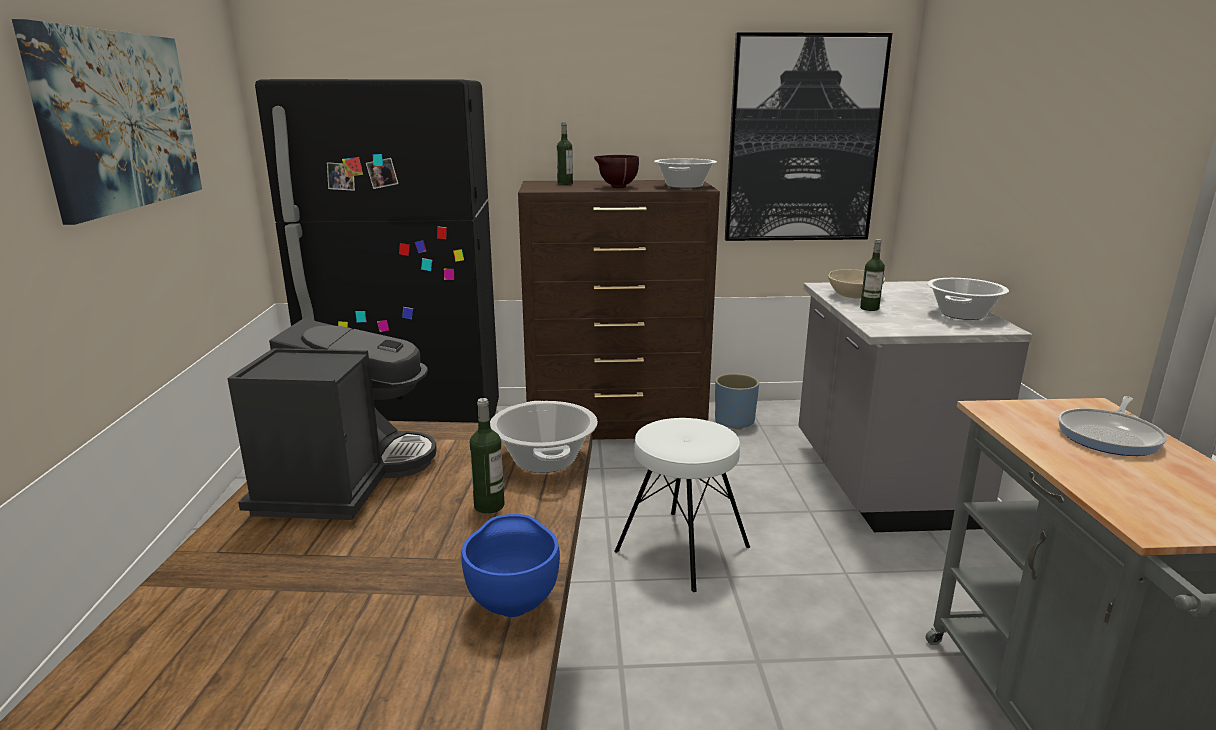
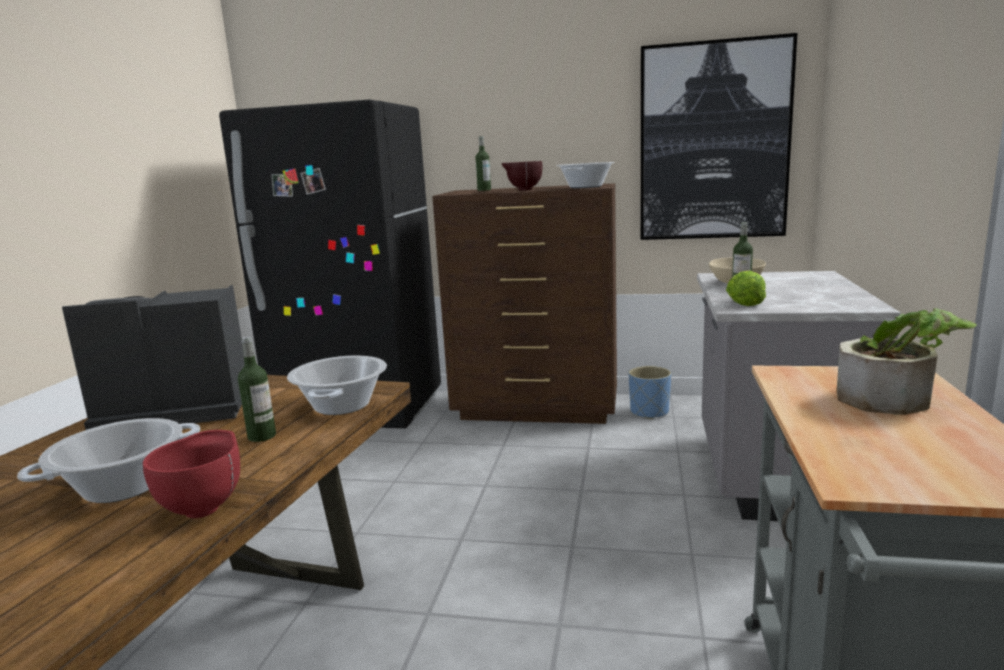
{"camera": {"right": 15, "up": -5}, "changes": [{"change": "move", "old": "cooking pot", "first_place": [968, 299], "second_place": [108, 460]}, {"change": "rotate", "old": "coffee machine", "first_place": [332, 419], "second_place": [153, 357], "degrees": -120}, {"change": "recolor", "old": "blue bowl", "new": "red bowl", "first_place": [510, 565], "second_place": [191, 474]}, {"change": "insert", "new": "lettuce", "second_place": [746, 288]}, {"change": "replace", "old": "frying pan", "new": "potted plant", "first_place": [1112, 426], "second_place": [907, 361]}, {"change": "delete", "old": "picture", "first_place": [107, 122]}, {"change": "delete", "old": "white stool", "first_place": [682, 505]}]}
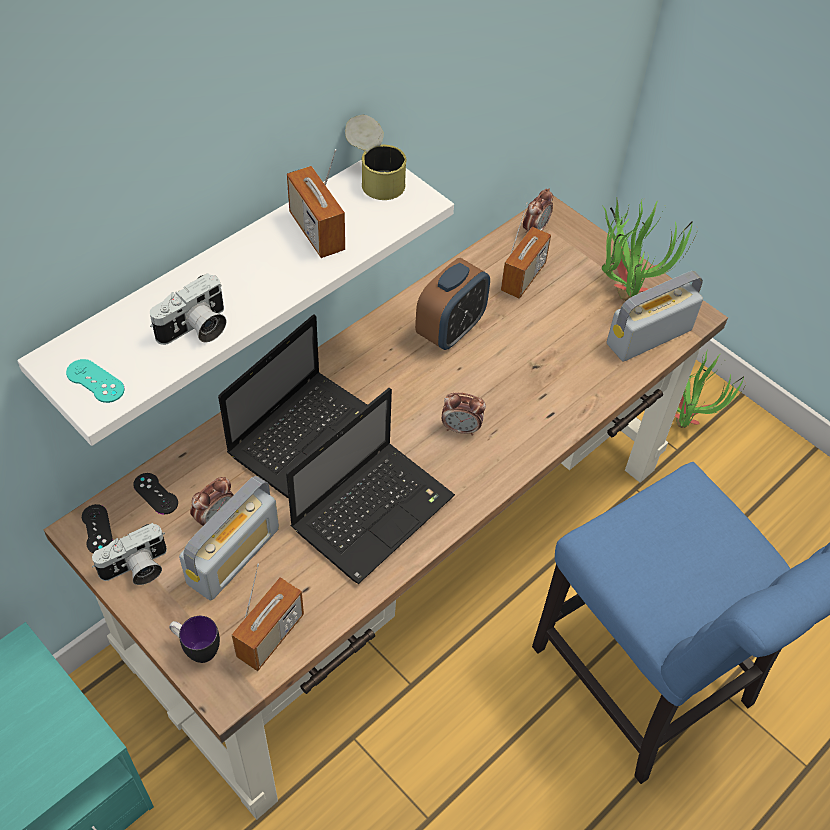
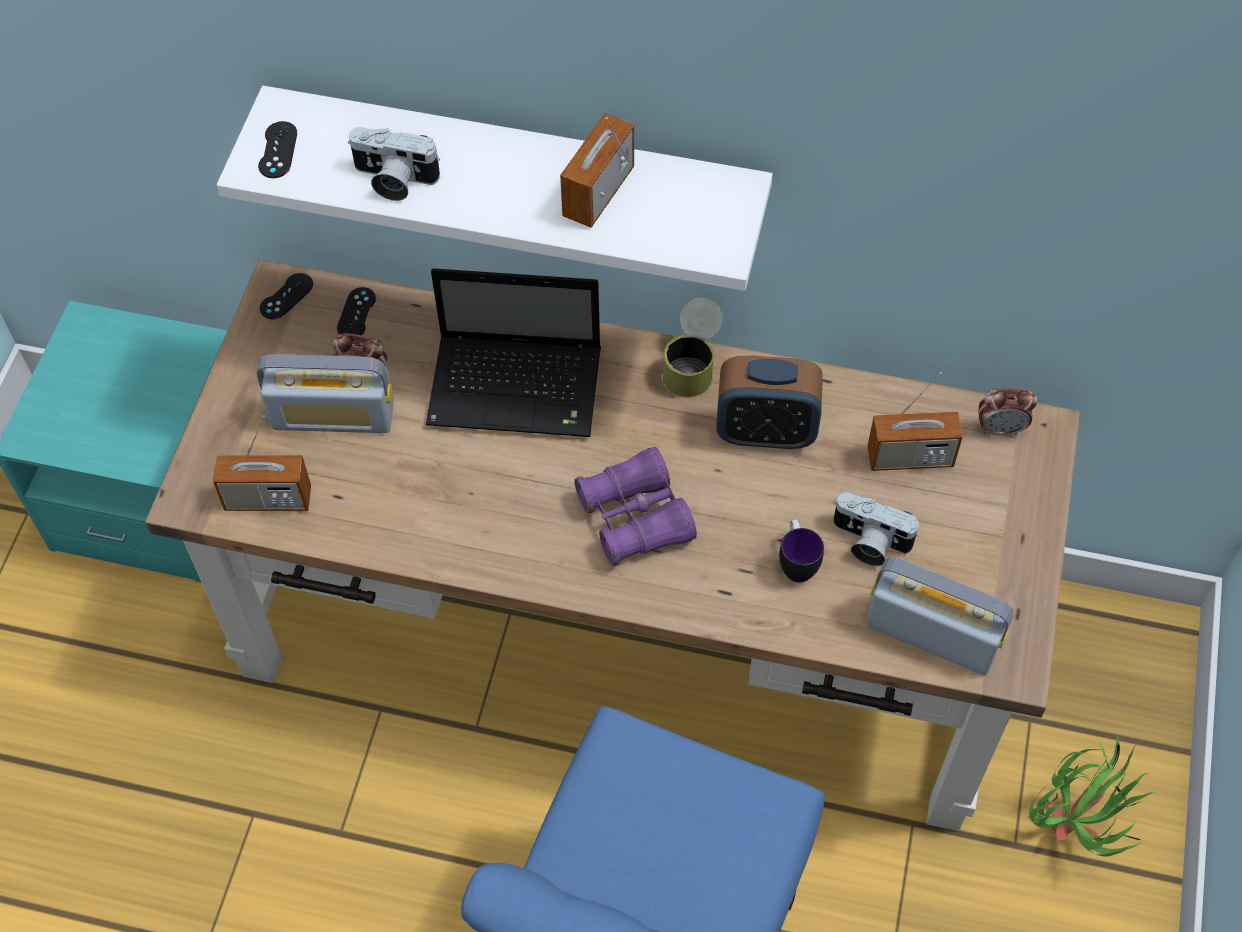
{"camera": {"right": 60, "up": 5}, "changes": [{"change": "recolor", "old": "turquoise game controller", "new": "black game controller", "first_place": [95, 381], "second_place": [277, 149]}, {"change": "replace", "old": "alarm clock", "new": "purple binoculars", "first_place": [464, 414], "second_place": [635, 506]}, {"change": "move", "old": "can", "first_place": [376, 157], "second_place": [693, 347]}, {"change": "move", "old": "mug", "first_place": [194, 639], "second_place": [801, 550]}, {"change": "move", "old": "photo camera", "first_place": [129, 554], "second_place": [876, 529]}, {"change": "delete", "old": "laptop", "first_place": [370, 486]}, {"change": "delete", "old": "potted plant", "first_place": [650, 249]}]}
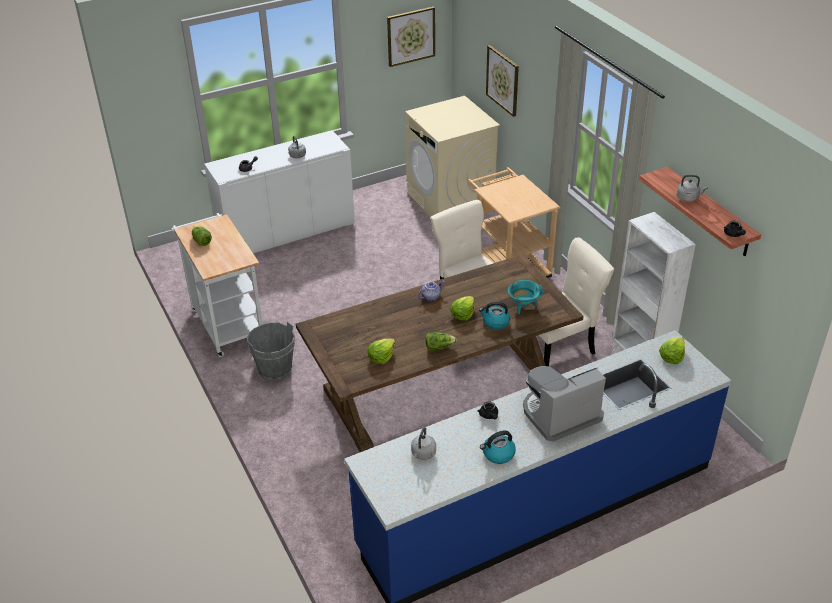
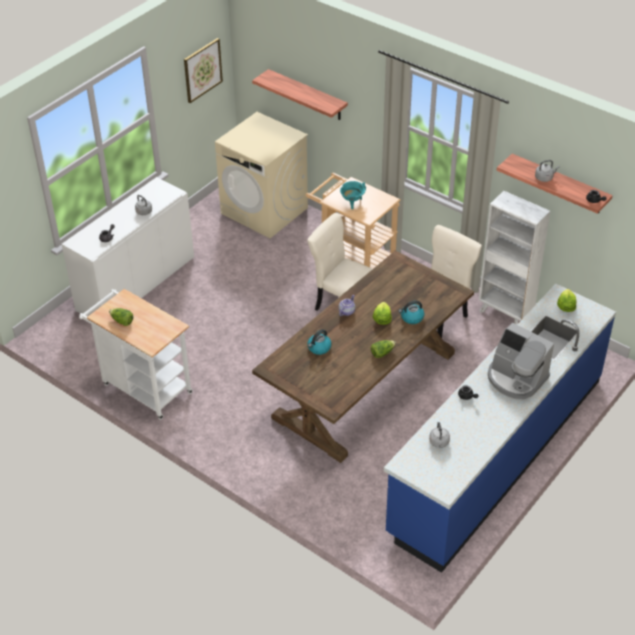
{"camera": {"right": -25, "up": 5}, "changes": [{"change": "replace", "old": "picture", "new": "shelf", "first_place": [502, 81], "second_place": [300, 94]}, {"change": "move", "old": "kettle", "first_place": [498, 447], "second_place": [319, 342]}, {"change": "move", "old": "turquoise cooking pot", "first_place": [525, 297], "second_place": [353, 195]}, {"change": "rotate", "old": "coffee machine", "first_place": [564, 404], "second_place": [521, 361], "degrees": -90}, {"change": "delete", "old": "grey bucket", "first_place": [271, 351]}, {"change": "delete", "old": "lettuce", "first_place": [381, 351]}]}
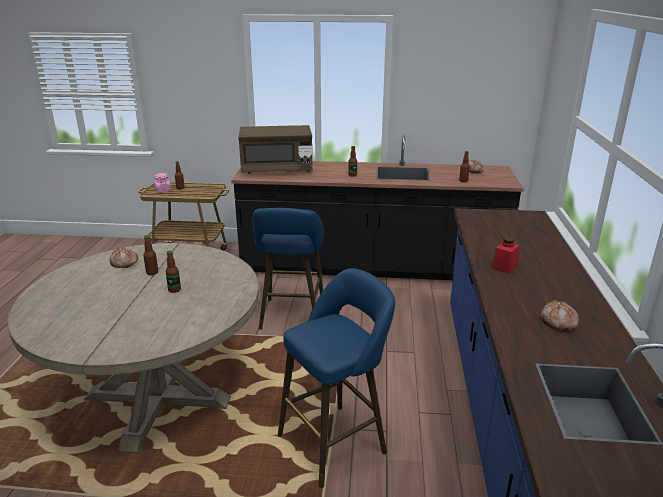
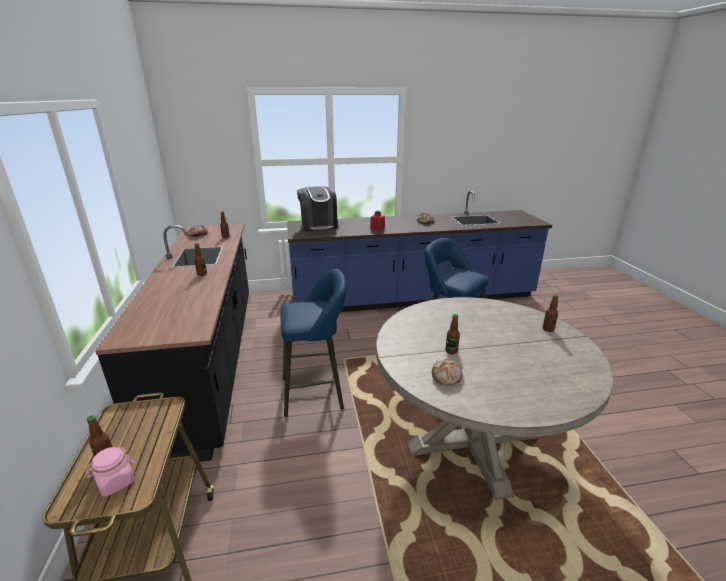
{"camera": {"right": -105, "up": 0}, "changes": [{"change": "insert", "new": "coffee machine", "second_place": [317, 209]}, {"change": "move", "old": "bottle", "first_place": [173, 271], "second_place": [551, 313]}, {"change": "delete", "old": "brown microwave", "first_place": [275, 149]}]}
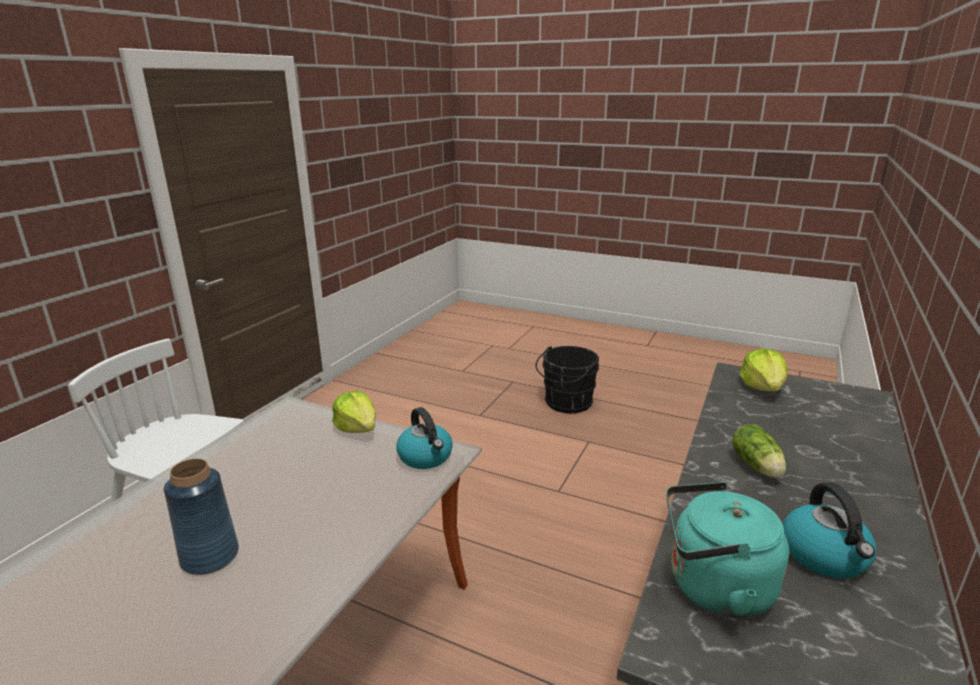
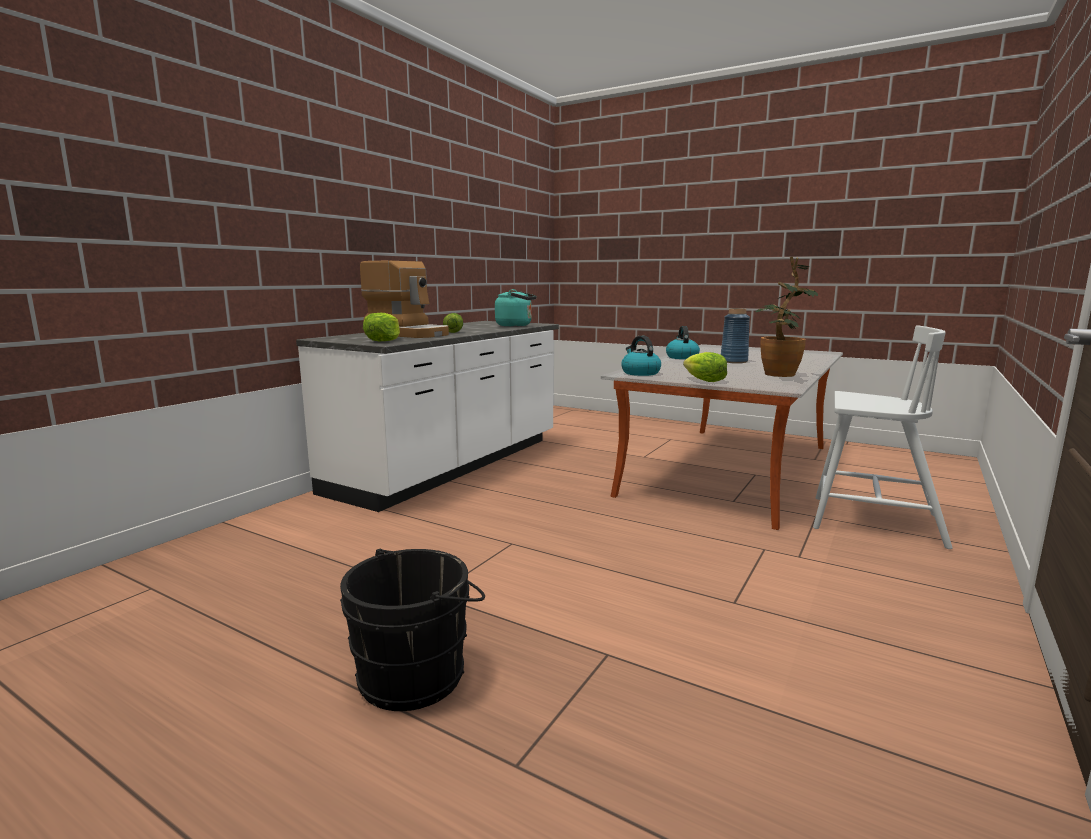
{"camera": {"right": -175, "up": -10}, "changes": [{"change": "insert", "new": "coffee machine", "second_place": [404, 299]}, {"change": "move", "old": "kettle", "first_place": [830, 530], "second_place": [683, 342]}, {"change": "insert", "new": "potted plant", "second_place": [787, 317]}]}
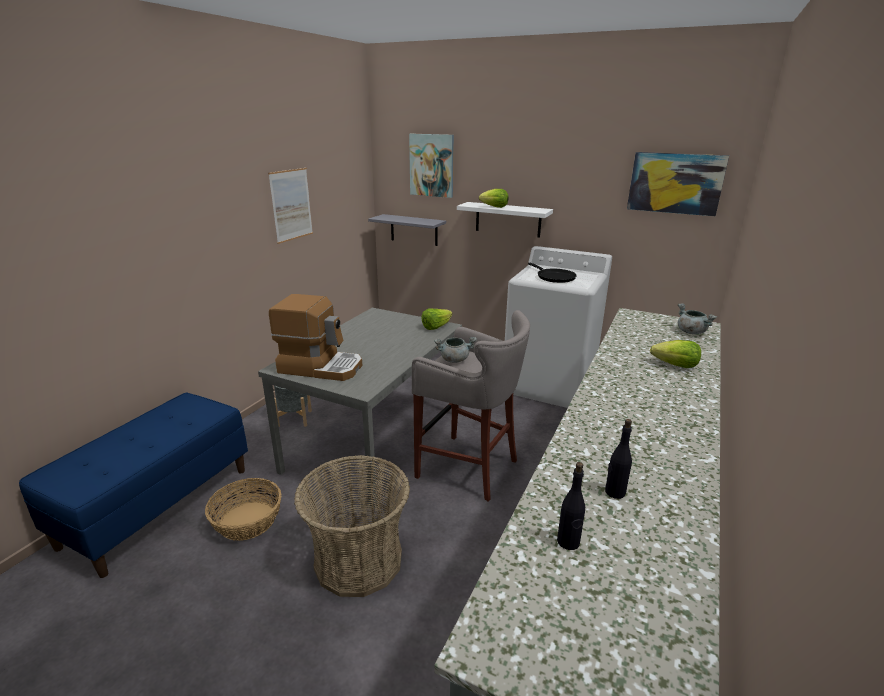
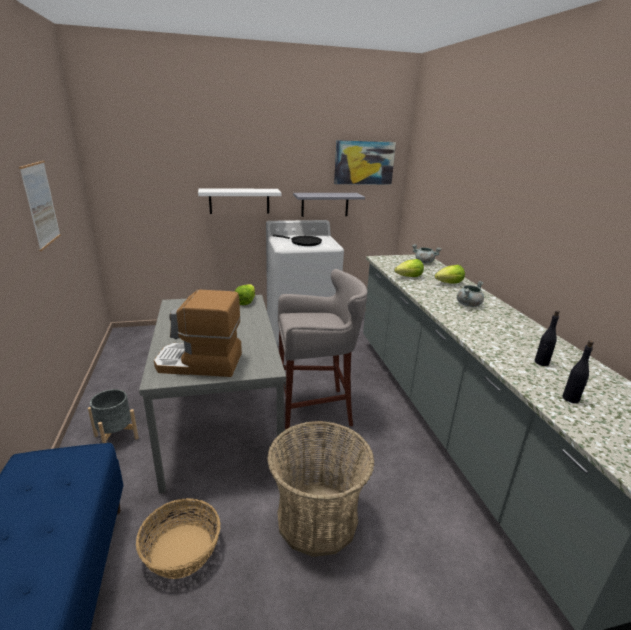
{"camera": {"right": -40, "up": 0}, "changes": [{"change": "rotate", "old": "coffee machine", "first_place": [315, 337], "second_place": [198, 333], "degrees": -150}, {"change": "move", "old": "grey shelf", "first_place": [407, 230], "second_place": [329, 205]}, {"change": "move", "old": "lettuce", "first_place": [494, 198], "second_place": [409, 268]}, {"change": "move", "old": "grey cooking pot", "first_place": [455, 350], "second_place": [470, 294]}, {"change": "delete", "old": "picture", "first_place": [431, 166]}]}
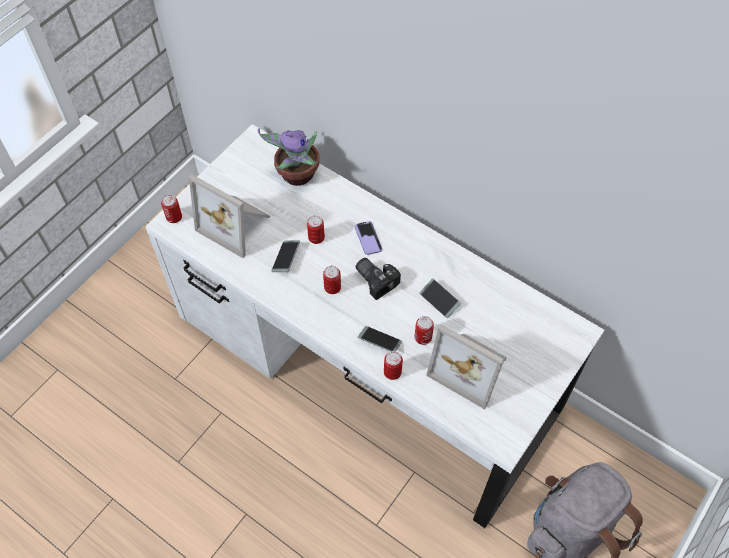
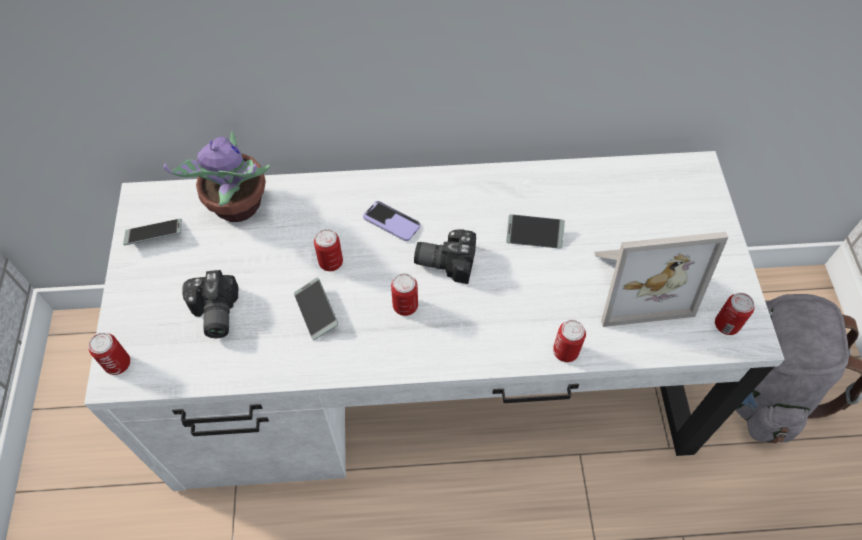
{"camera": {"right": -40, "up": 0}, "changes": [{"change": "move", "old": "phone", "first_place": [380, 339], "second_place": [152, 232]}, {"change": "replace", "old": "picture frame", "new": "photo camera", "first_place": [229, 216], "second_place": [210, 304]}, {"change": "move", "old": "can", "first_place": [424, 330], "second_place": [734, 314]}]}
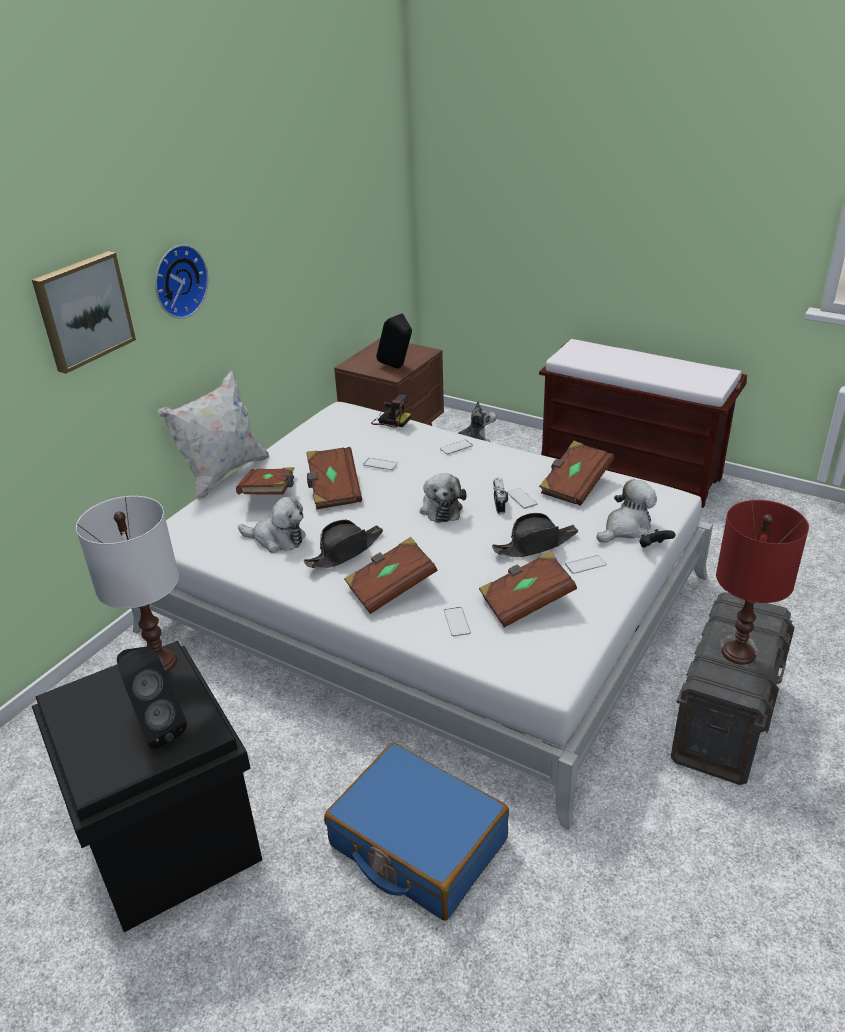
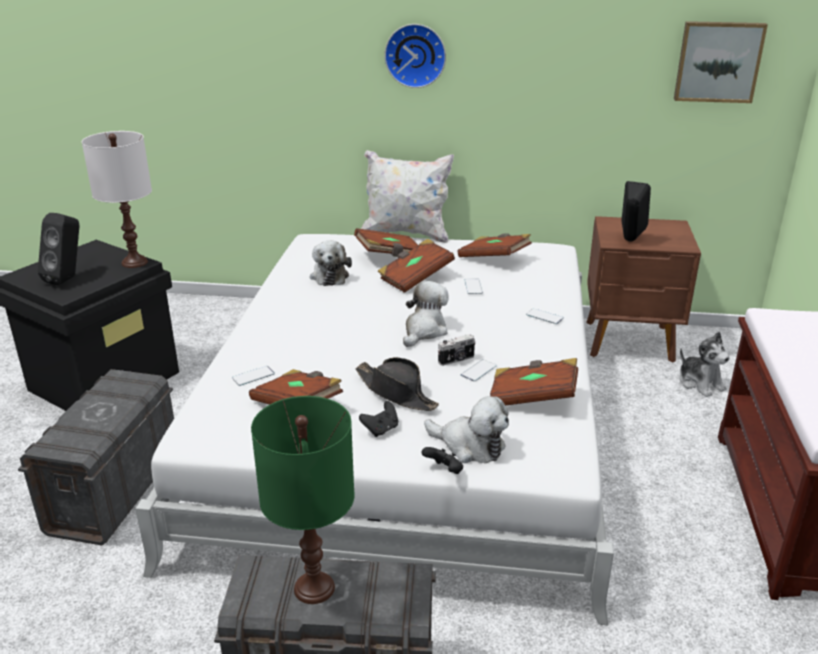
{"camera": {"right": 65, "up": -5}, "changes": [{"change": "replace", "old": "blue suitcase", "new": "grey storage box", "first_place": [416, 832], "second_place": [96, 457]}, {"change": "recolor", "old": "red table lamp", "new": "green table lamp", "first_place": [762, 582], "second_place": [303, 500]}, {"change": "replace", "old": "phone", "new": "black game controller", "first_place": [586, 564], "second_place": [378, 419]}, {"change": "rotate", "old": "plush toy", "first_place": [443, 498], "second_place": [426, 314], "degrees": 150}, {"change": "move", "old": "brown book", "first_place": [391, 575], "second_place": [494, 245]}, {"change": "move", "old": "picture", "first_place": [84, 312], "second_place": [721, 62]}, {"change": "delete", "old": "black hat", "first_place": [343, 544]}, {"change": "delete", "old": "photo camera", "first_place": [391, 410]}]}
